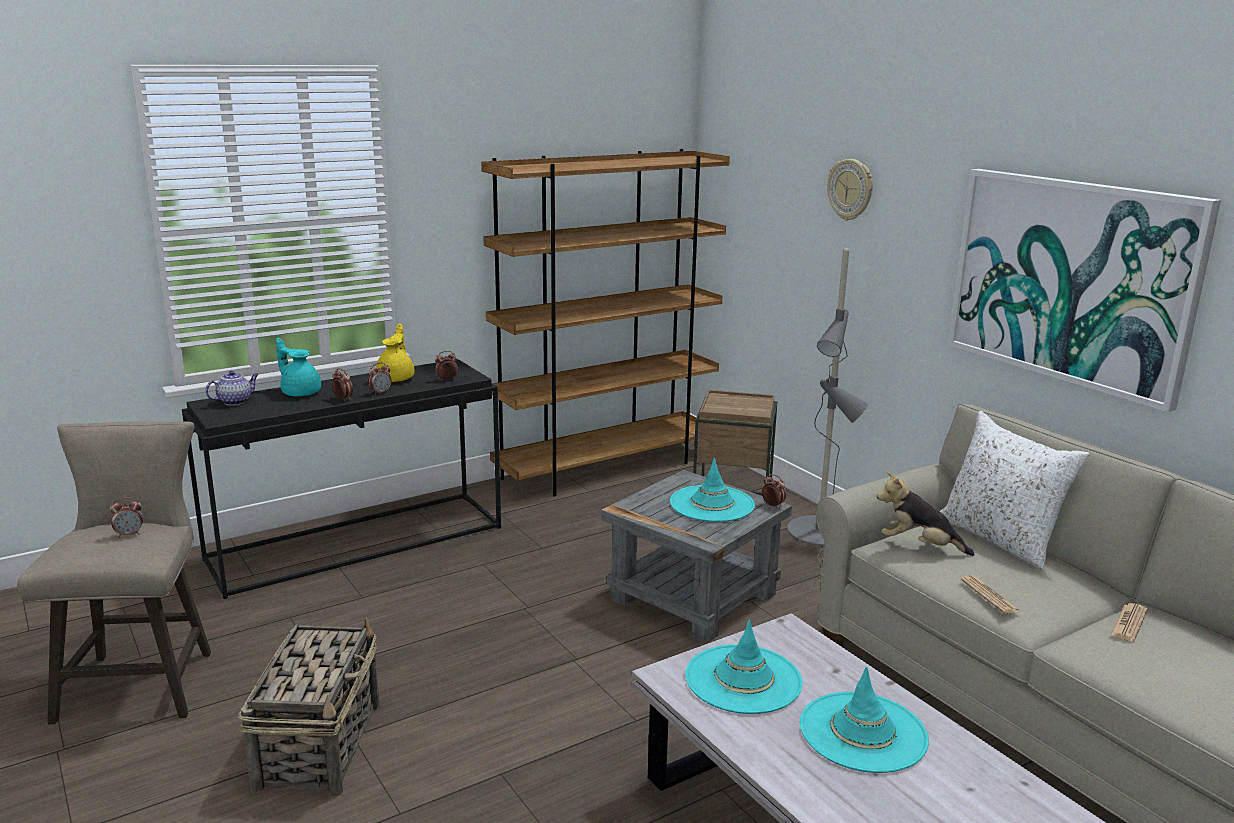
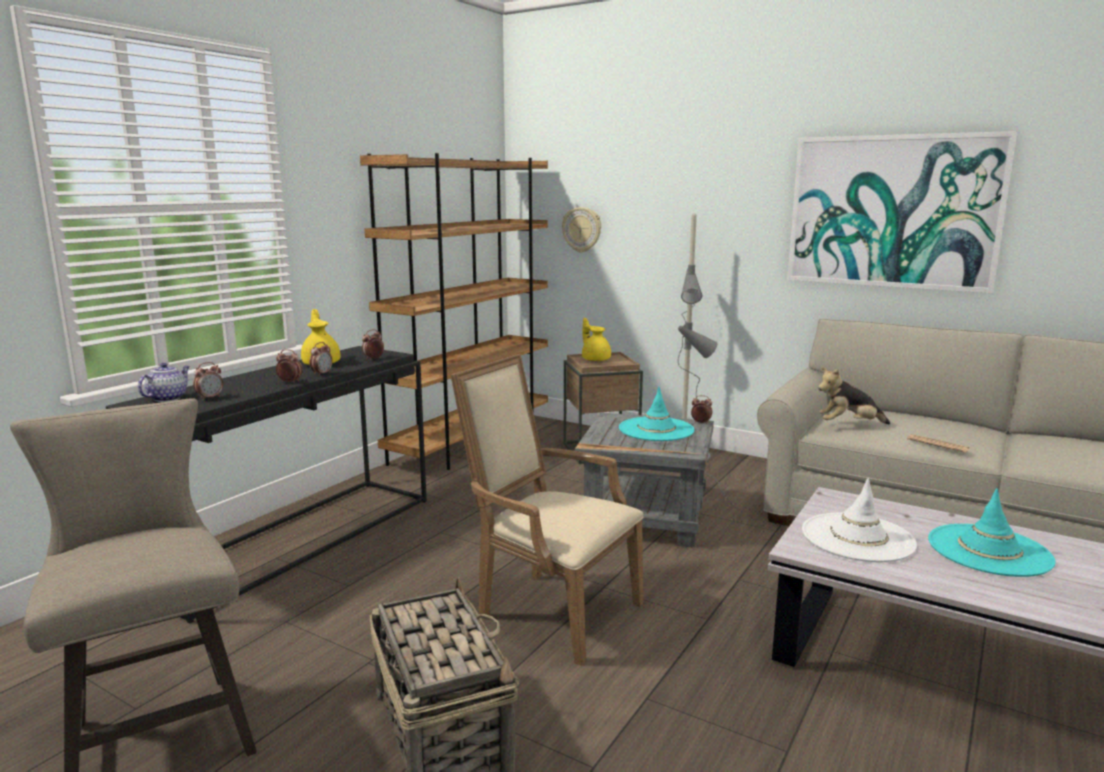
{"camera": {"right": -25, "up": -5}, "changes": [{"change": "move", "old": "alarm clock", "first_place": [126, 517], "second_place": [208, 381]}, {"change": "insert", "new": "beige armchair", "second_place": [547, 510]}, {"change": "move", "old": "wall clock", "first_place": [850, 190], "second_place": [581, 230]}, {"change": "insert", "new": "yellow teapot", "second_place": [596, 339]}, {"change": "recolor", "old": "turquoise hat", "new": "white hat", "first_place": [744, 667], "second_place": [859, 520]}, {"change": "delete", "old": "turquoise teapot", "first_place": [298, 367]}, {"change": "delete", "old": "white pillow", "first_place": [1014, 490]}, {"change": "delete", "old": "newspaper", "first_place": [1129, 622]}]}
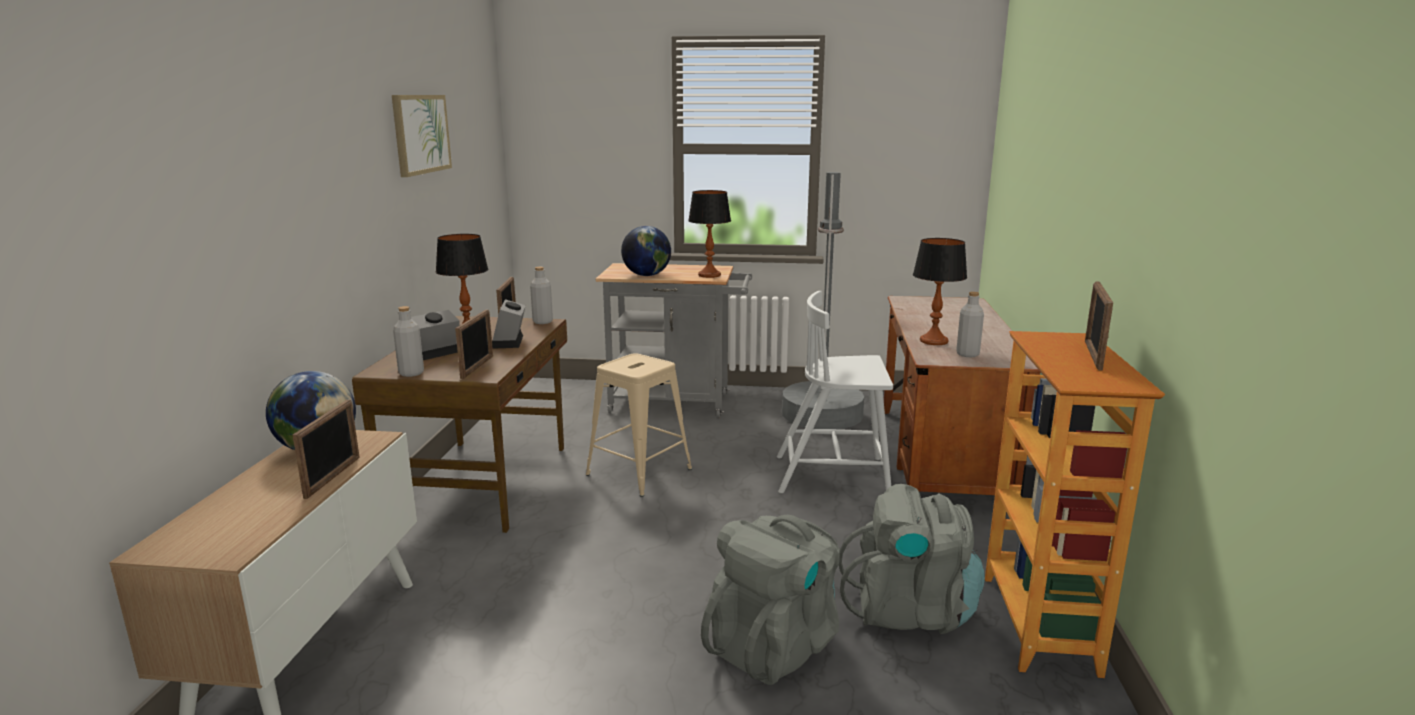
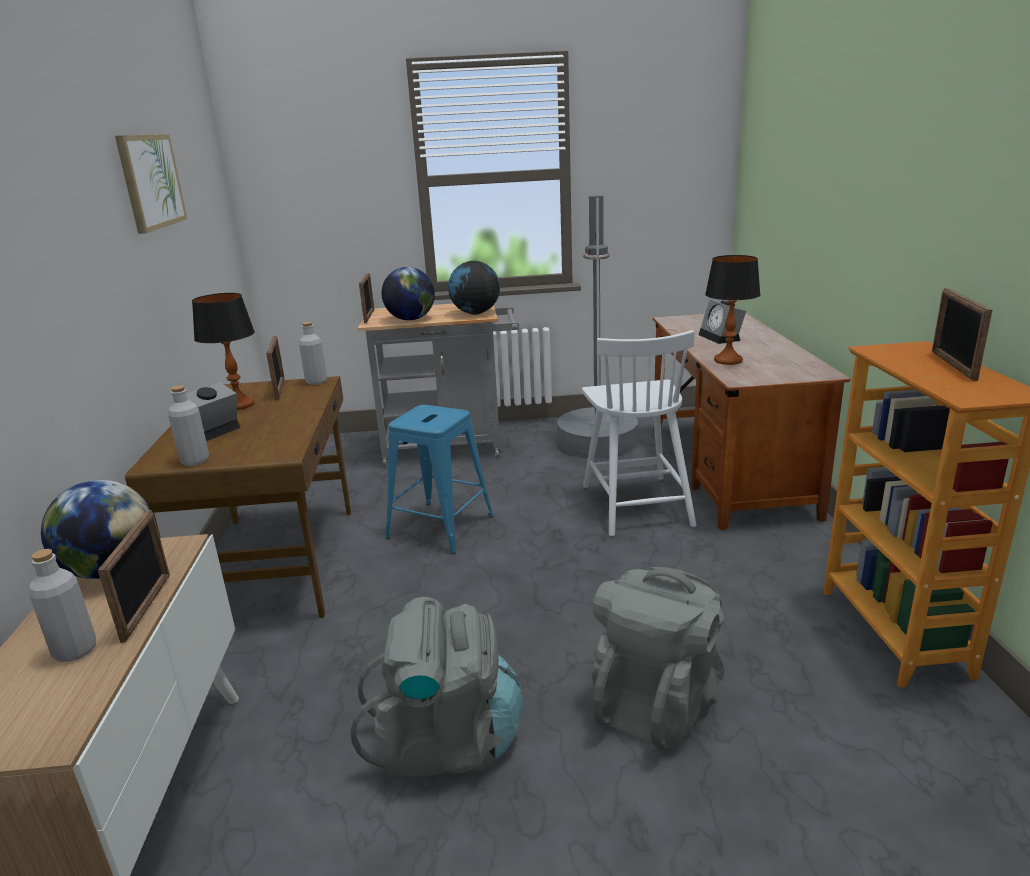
{"camera": {"right": -10, "up": 5}, "changes": [{"change": "move", "old": "grey bottle", "first_place": [970, 324], "second_place": [62, 605]}, {"change": "move", "old": "grey backpack", "first_place": [912, 559], "second_place": [436, 687]}, {"change": "move", "old": "picture frame", "first_place": [474, 344], "second_place": [366, 298]}, {"change": "recolor", "old": "beige stool", "new": "blue stool", "first_place": [639, 425], "second_place": [439, 479]}, {"change": "replace", "old": "table lamp", "new": "globe", "first_place": [709, 234], "second_place": [474, 288]}, {"change": "rotate", "old": "white chair", "first_place": [835, 392], "second_place": [639, 433], "degrees": -90}, {"change": "move", "old": "alarm clock", "first_place": [509, 324], "second_place": [722, 321]}]}
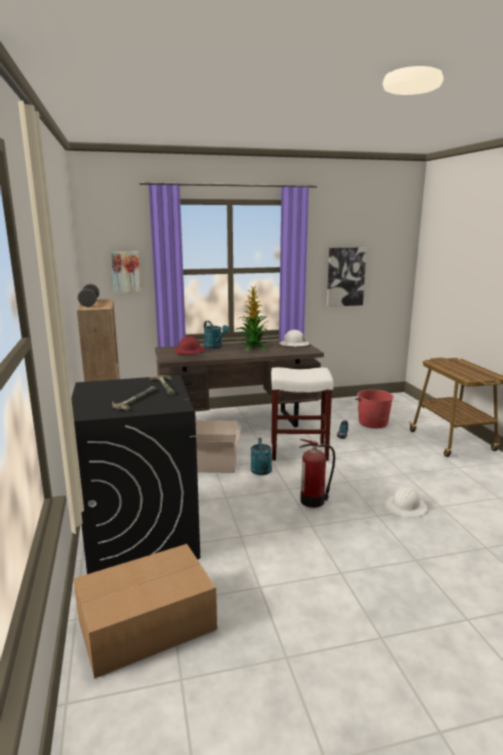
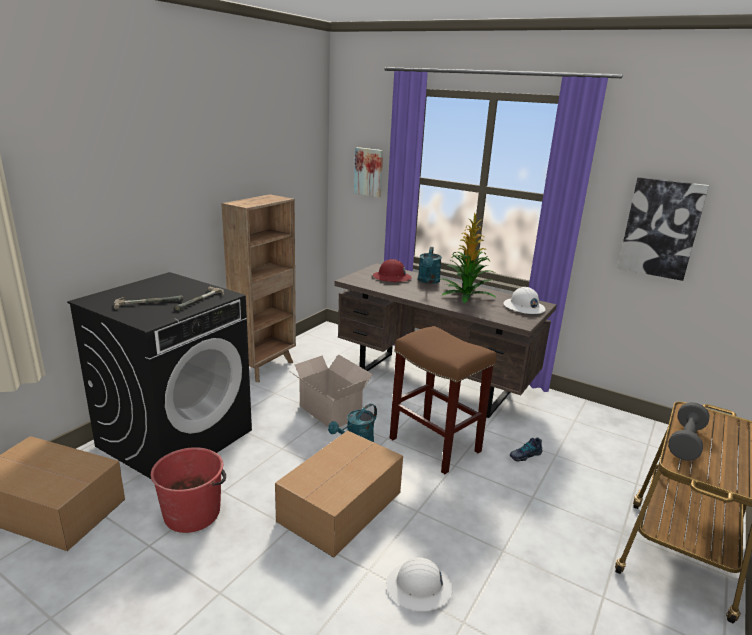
{"camera": {"right": 45, "up": 5}, "changes": [{"change": "move", "old": "red bucket", "first_place": [374, 409], "second_place": [188, 490]}, {"change": "replace", "old": "fire extinguisher", "new": "cardboard box", "first_place": [317, 473], "second_place": [339, 493]}, {"change": "recolor", "old": "white stool", "new": "brown stool", "first_place": [302, 414], "second_place": [443, 400]}, {"change": "move", "old": "grey dumbbell", "first_place": [88, 295], "second_place": [688, 431]}]}
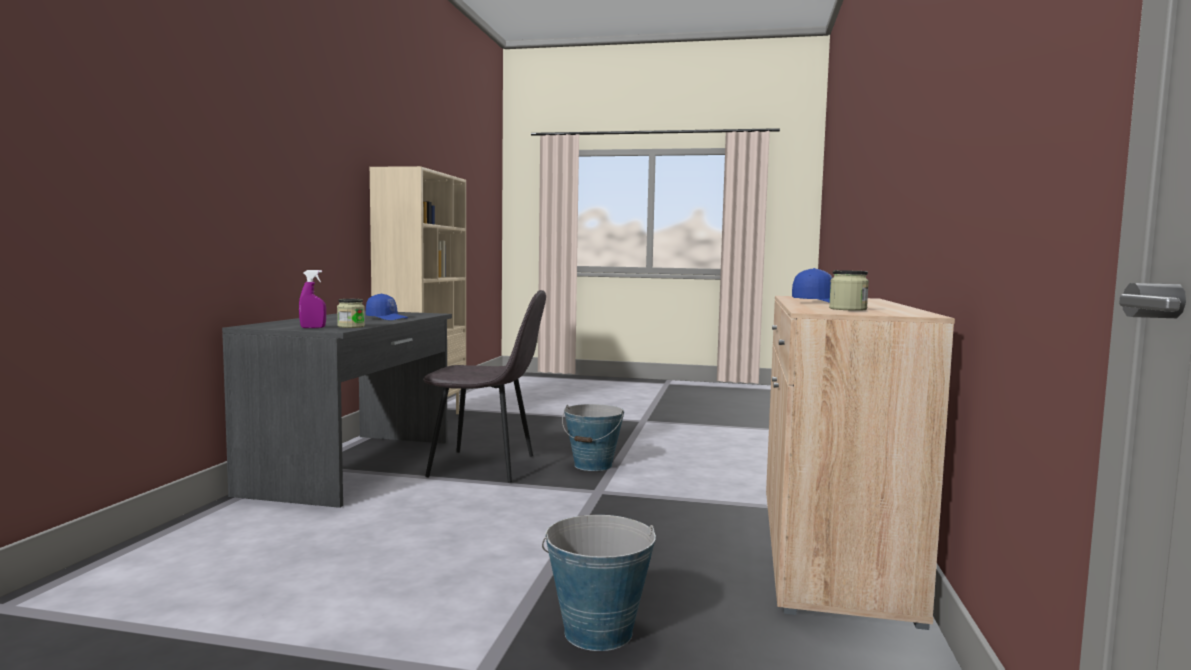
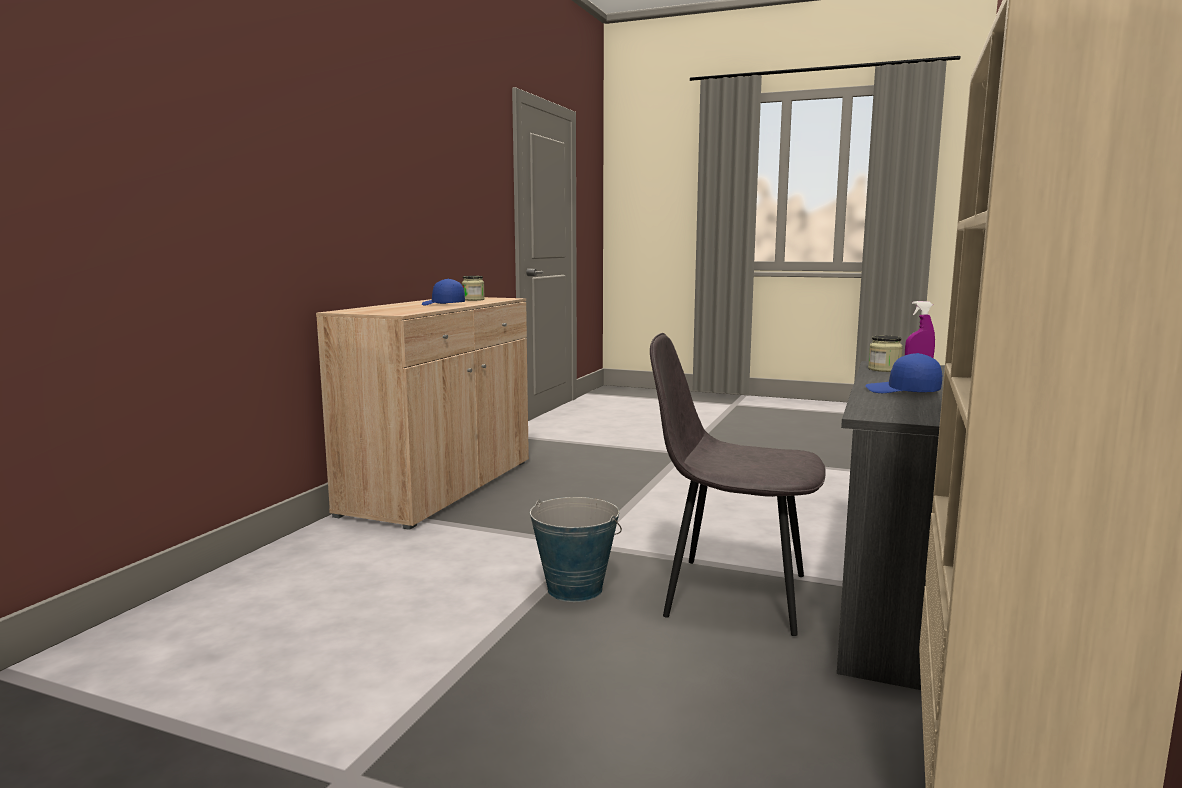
{"camera": {"right": -170, "up": 5}, "changes": [{"change": "delete", "old": "bucket", "first_place": [599, 583]}]}
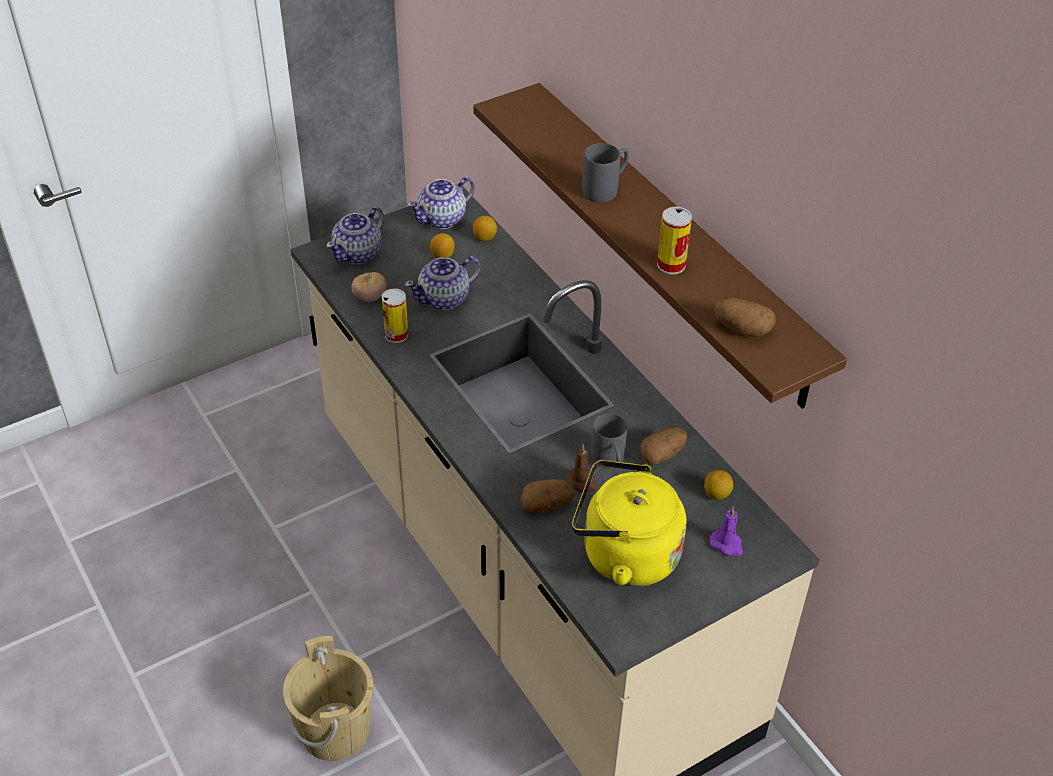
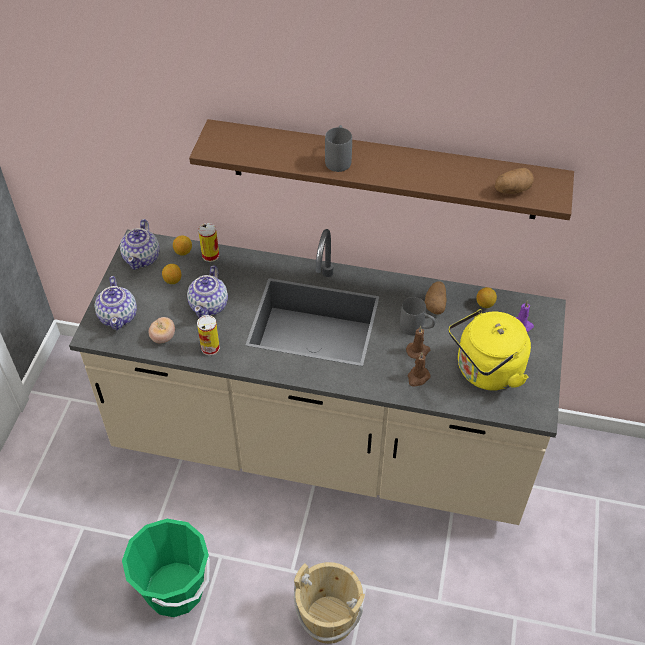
{"camera": {"right": -45, "up": 5}, "changes": [{"change": "insert", "new": "green bucket", "second_place": [166, 568]}, {"change": "move", "old": "can", "first_place": [674, 240], "second_place": [208, 242]}, {"change": "replace", "old": "potato", "new": "brown candle", "first_place": [547, 495], "second_place": [419, 369]}]}
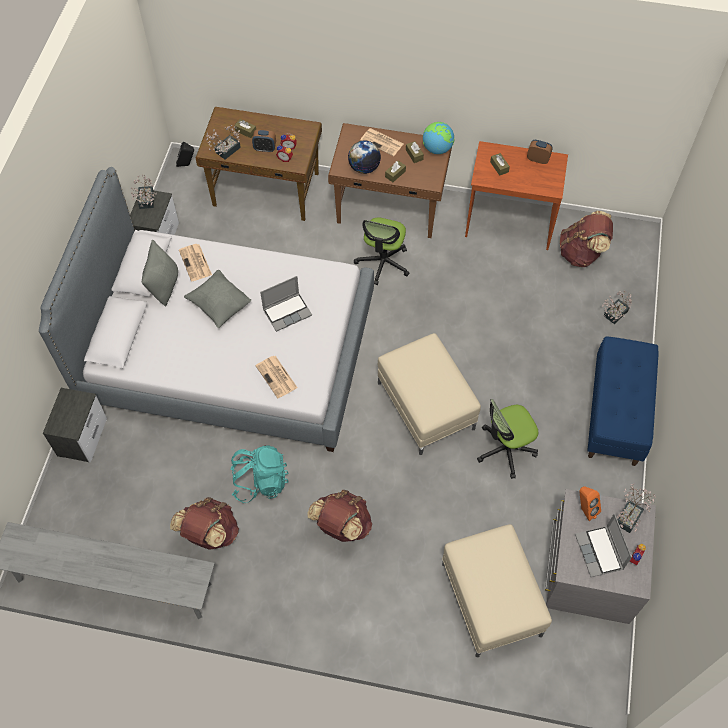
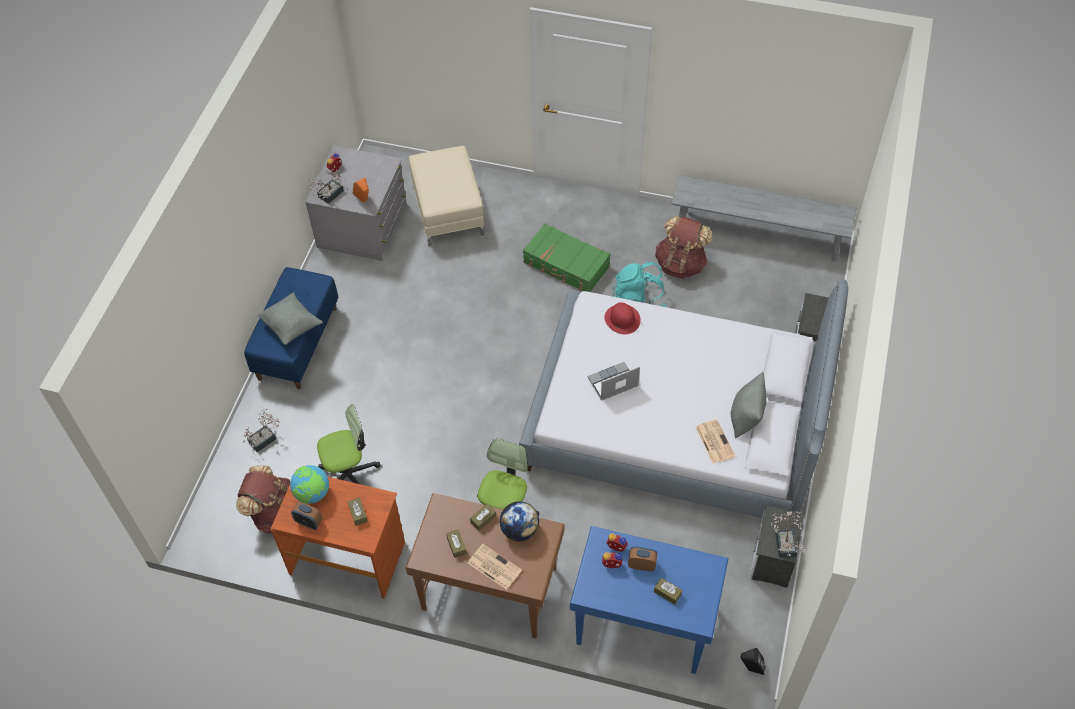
{"camera": {"right": -175, "up": -5}, "changes": [{"change": "move", "old": "grey pillow", "first_place": [217, 299], "second_place": [290, 319]}, {"change": "move", "old": "globe", "first_place": [439, 138], "second_place": [309, 484]}, {"change": "move", "old": "office chair", "first_place": [507, 439], "second_place": [349, 444]}, {"change": "replace", "old": "brown backpack", "new": "green suitcase", "first_place": [339, 516], "second_place": [567, 257]}, {"change": "recolor", "old": "brown desk", "new": "blue desk", "first_place": [259, 164], "second_place": [649, 600]}, {"change": "replace", "old": "newspaper", "new": "red hat", "first_place": [277, 377], "second_place": [622, 318]}, {"change": "delete", "old": "potted plant", "first_place": [223, 142]}, {"change": "delete", "old": "beige ottoman", "first_place": [429, 394]}, {"change": "delete", "old": "laptop", "first_place": [603, 545]}]}
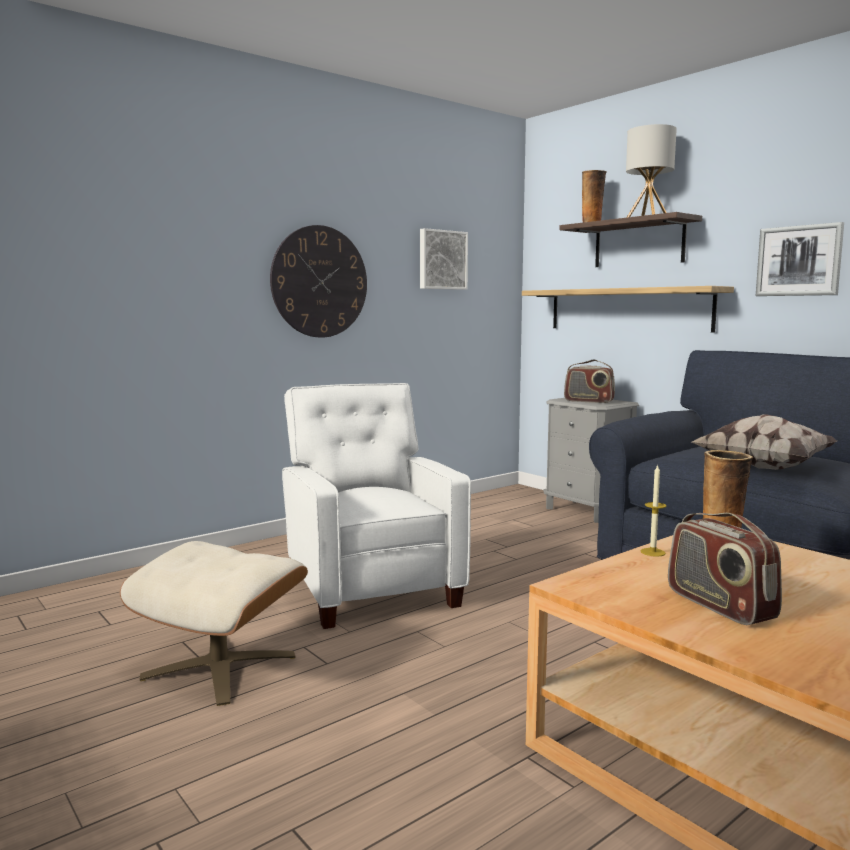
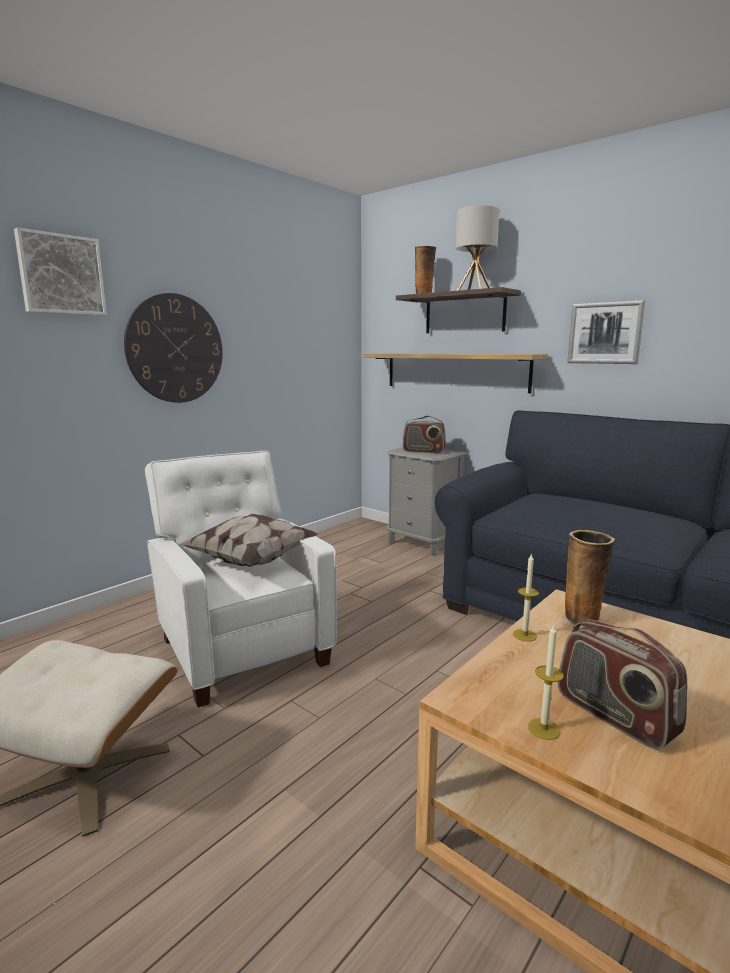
{"camera": {"right": -10, "up": 5}, "changes": [{"change": "move", "old": "picture", "first_place": [444, 259], "second_place": [60, 271]}, {"change": "move", "old": "pillow", "first_place": [764, 442], "second_place": [249, 540]}, {"change": "insert", "new": "candle", "second_place": [546, 682]}]}
